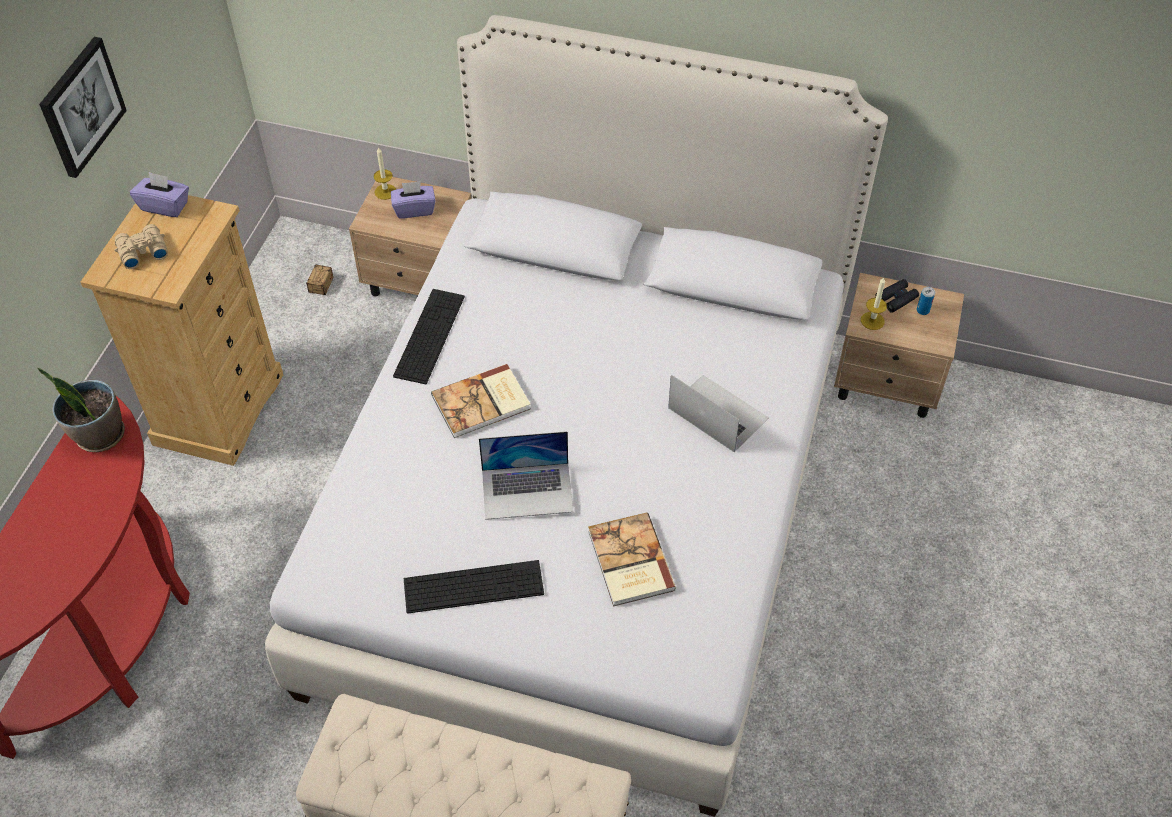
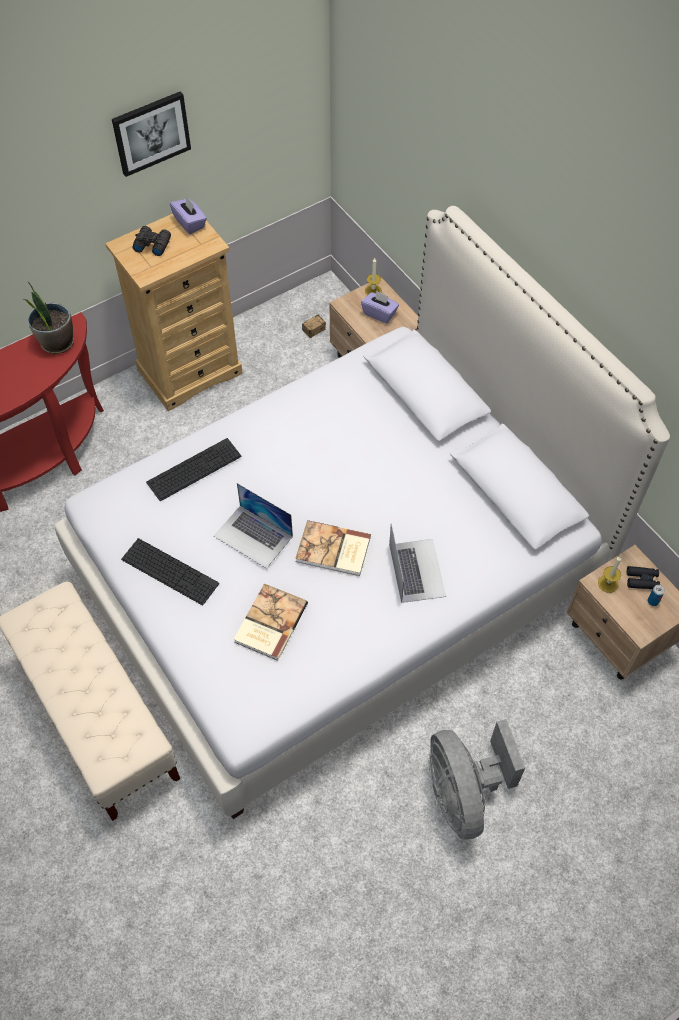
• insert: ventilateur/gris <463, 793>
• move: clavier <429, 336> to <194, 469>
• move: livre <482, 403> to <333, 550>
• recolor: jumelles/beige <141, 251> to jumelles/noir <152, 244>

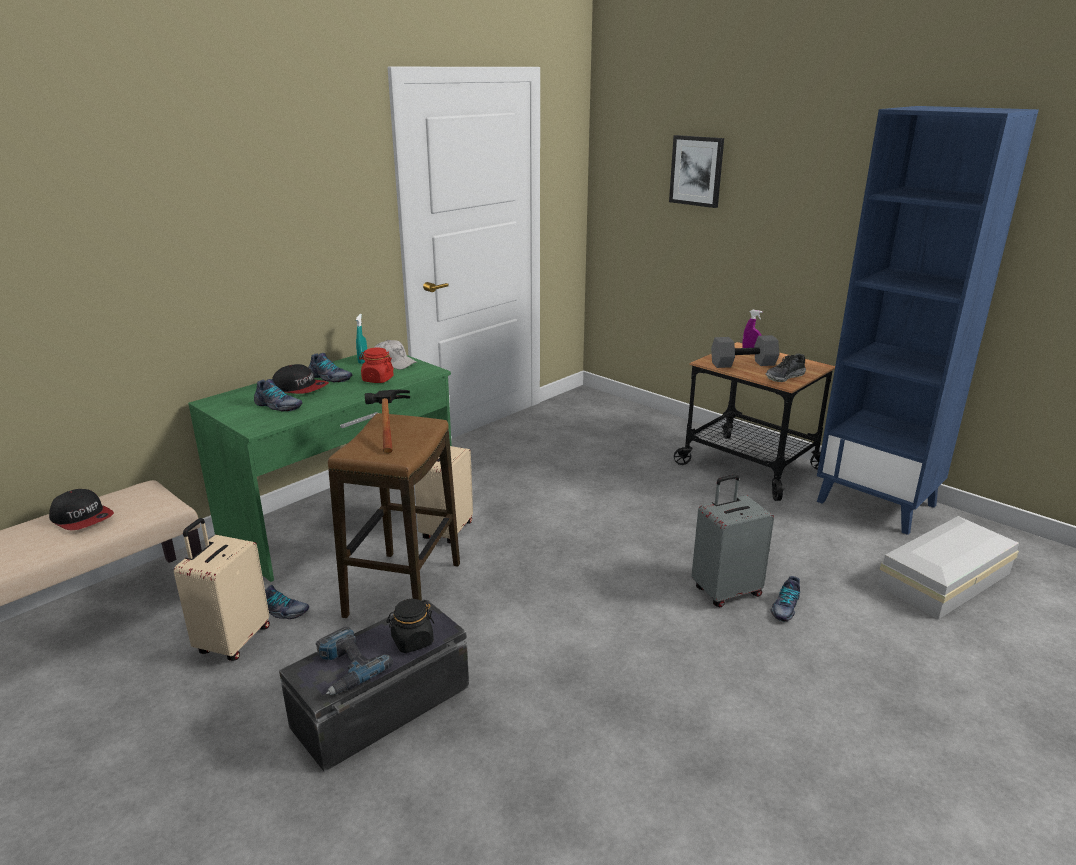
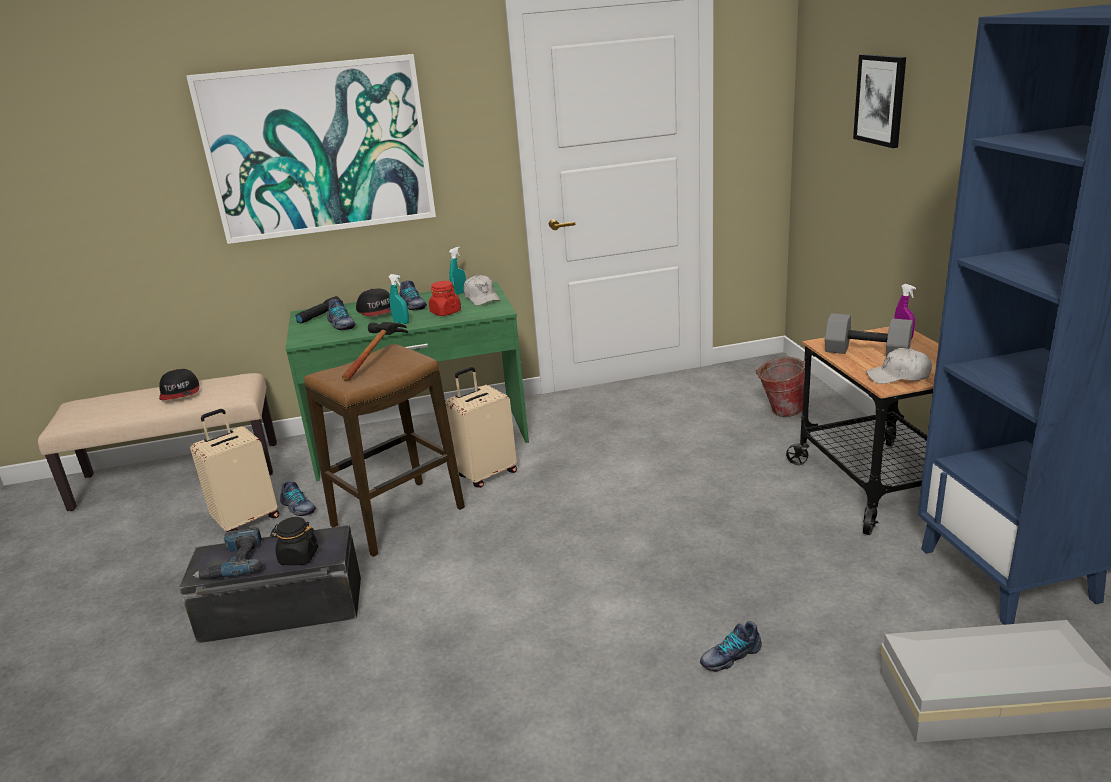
• delete: valise/gris <725, 591>
• insert: tableau <319, 149>
• insert: lampe de poche/noir <320, 315>
• insert: vaporisateur/turquoise <401, 322>
• insert: seau <779, 412>
• replace: chaussure <785, 377> to casquette/blanc <898, 376>

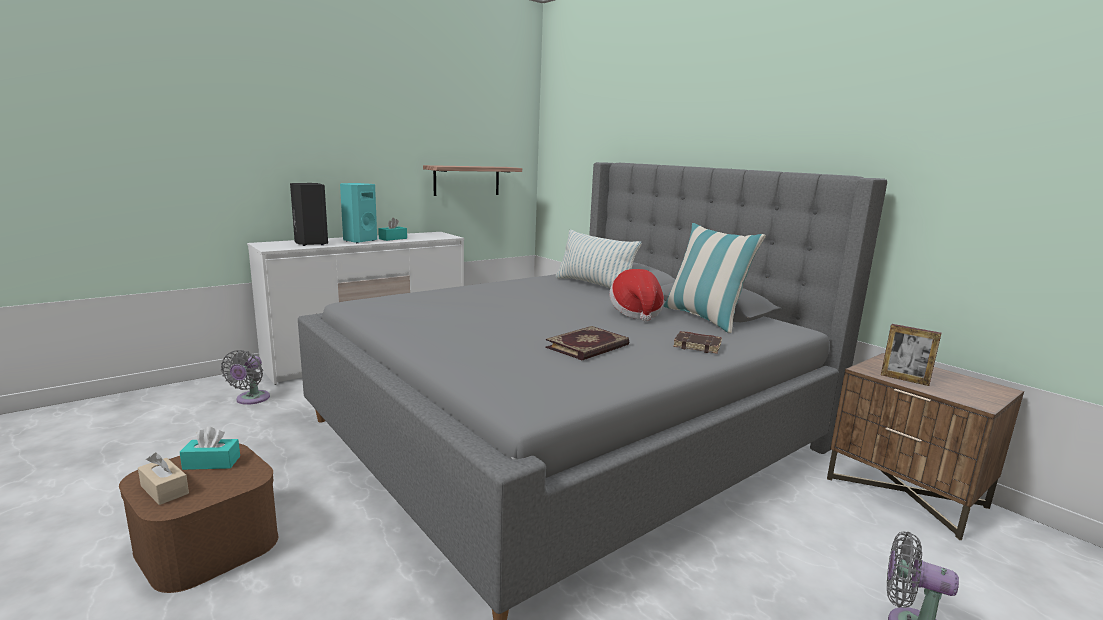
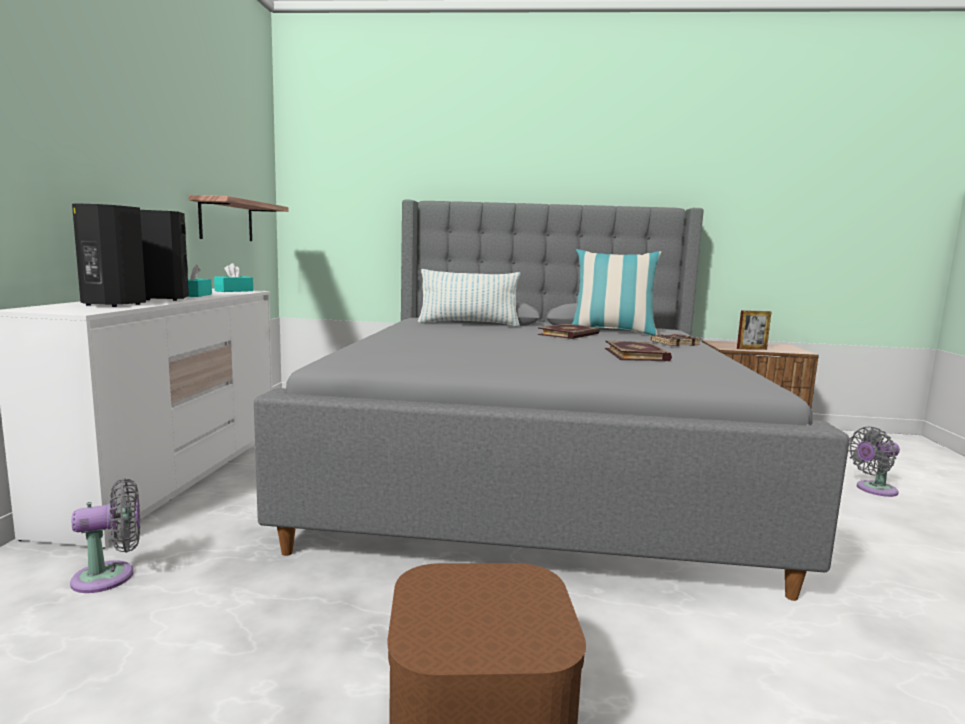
• delete: boîte à mouchoirs/beige <164, 490>
• move: boîte à mouchoirs/turquoise <211, 462> to <234, 291>
• replace: chapeau <635, 313> to livre <569, 334>
• recolor: enceinte/turquoise <359, 241> to enceinte/noir <164, 299>
• rotate: ventilateur/gris <251, 399> = <110, 576> 75 degrees counterclockwise

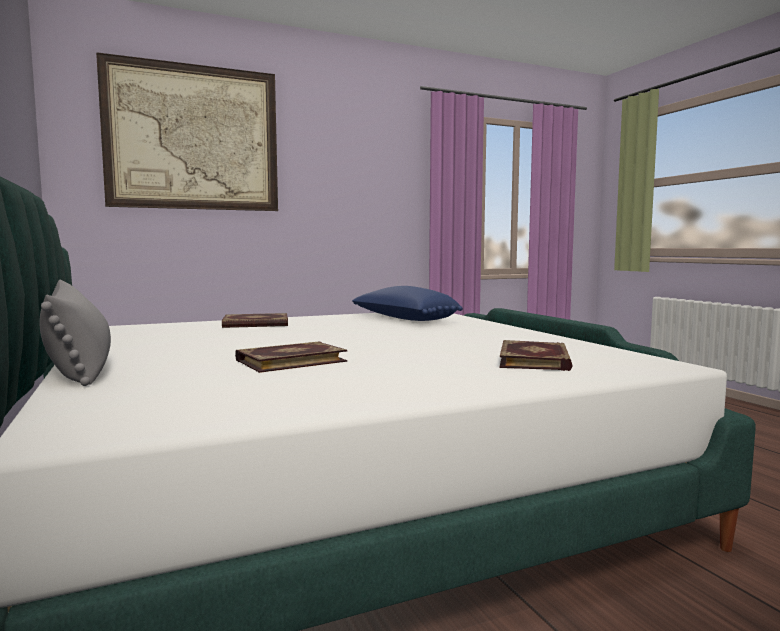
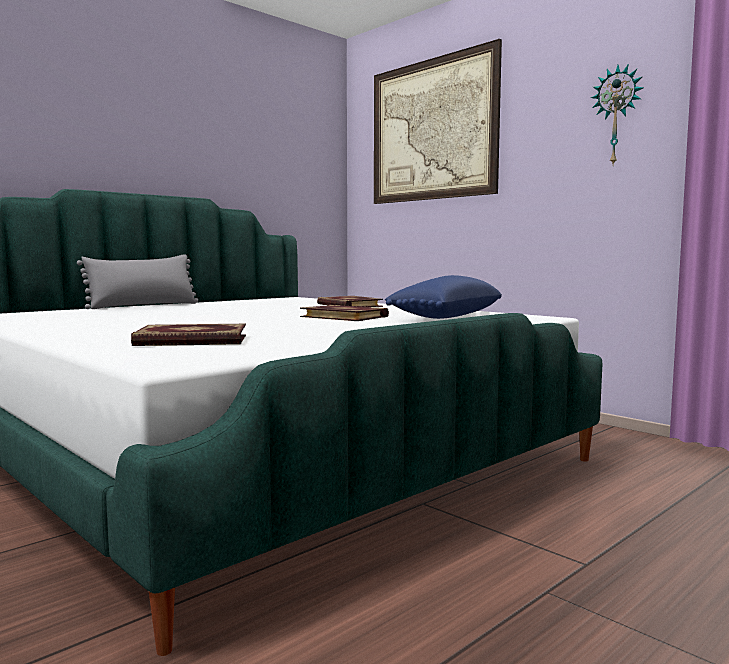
• insert: horloge murale <617, 116>
• move: livre <290, 360> to <345, 316>

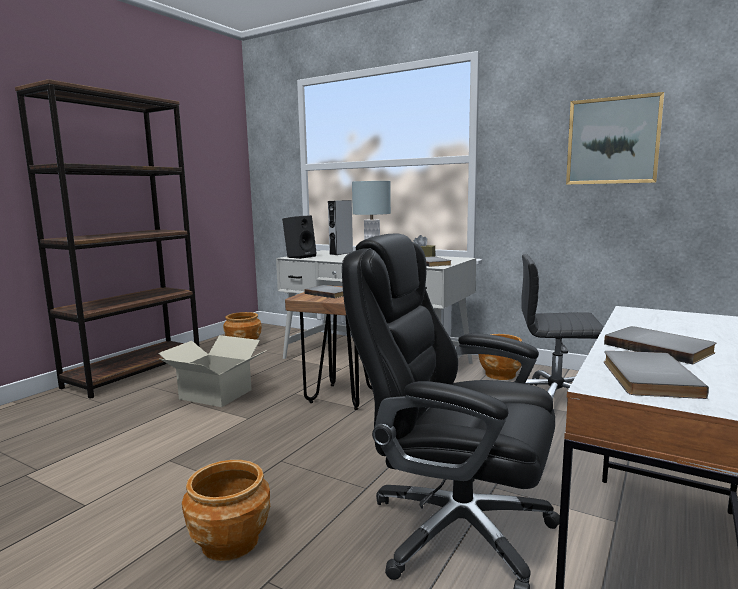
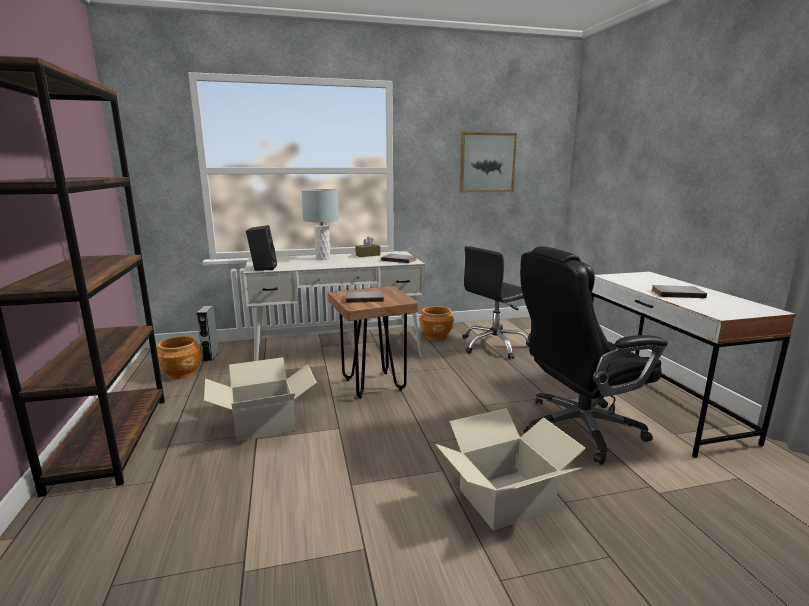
• delete: livre/gris <645, 377>
• move: enceinte/gris <341, 253> to <210, 356>
• replace: cache-pot/marron <230, 542> to carton <507, 499>

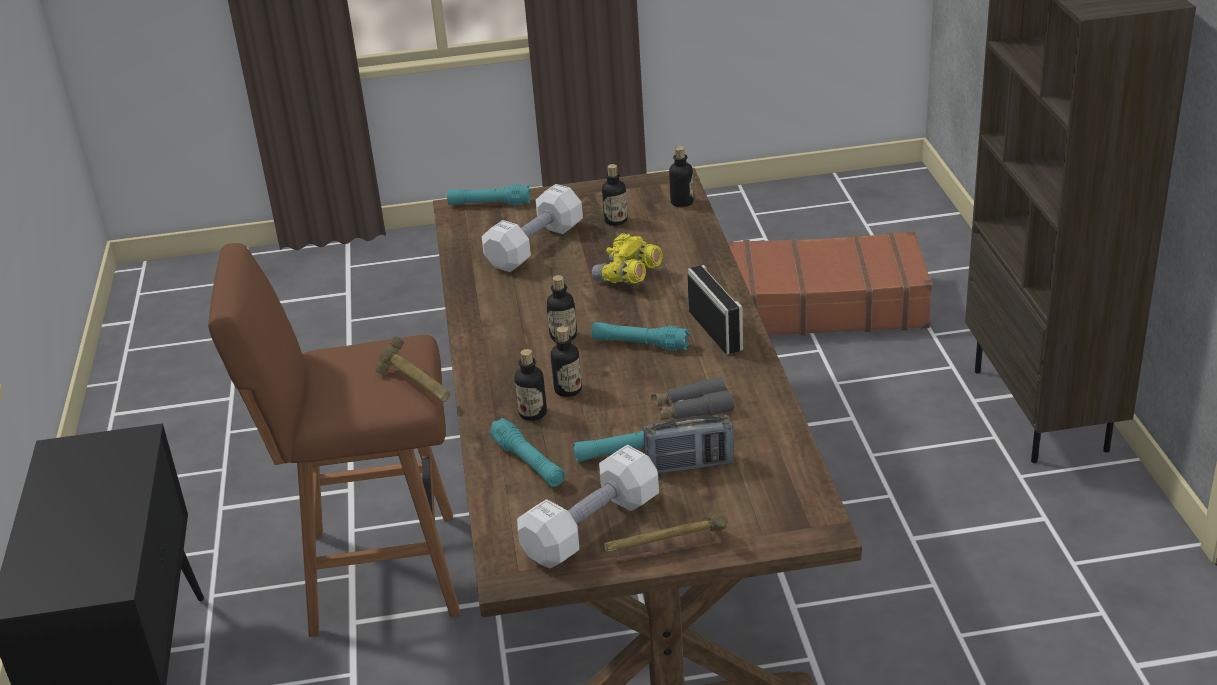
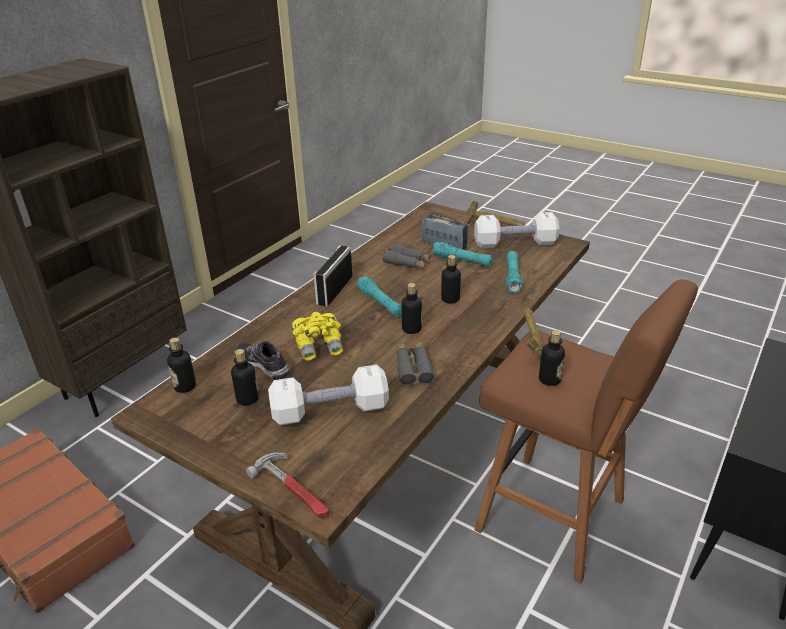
• insert: chaussure <262, 365>
• insert: jumelles/gris <413, 368>
• move: bouteille <533, 413> to <549, 379>
• replace: lampe de poche/turquoise <489, 204> to marteau <294, 489>

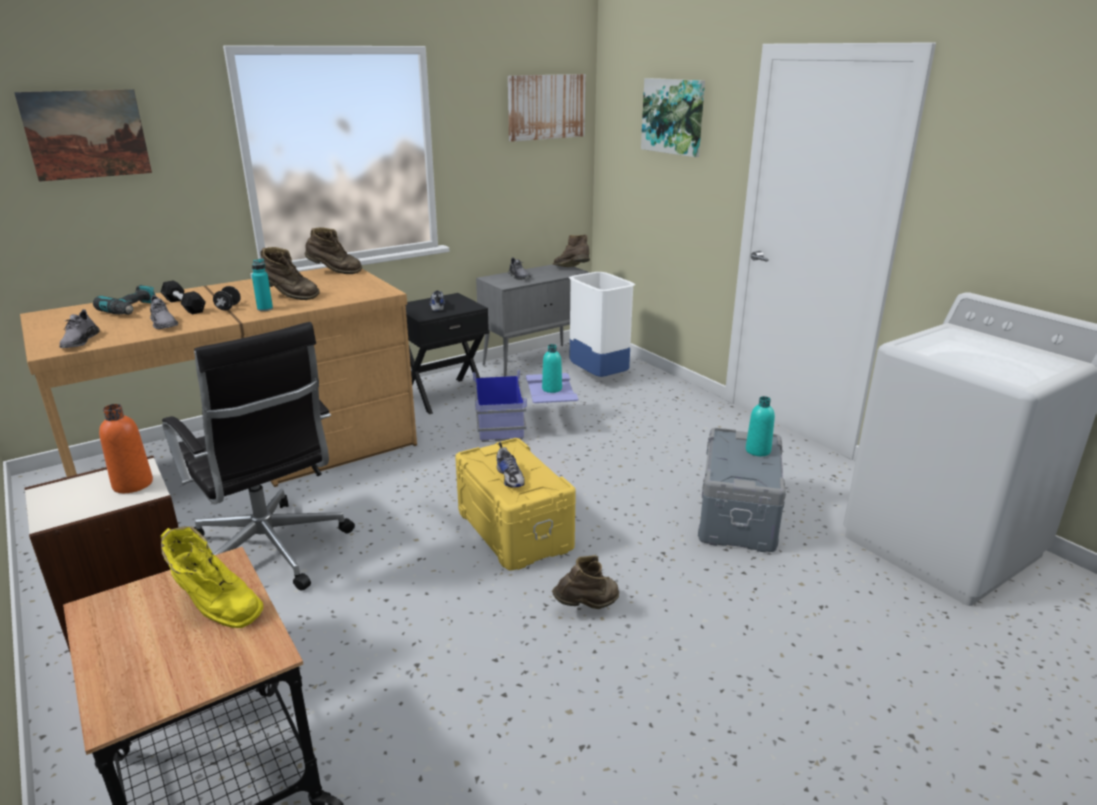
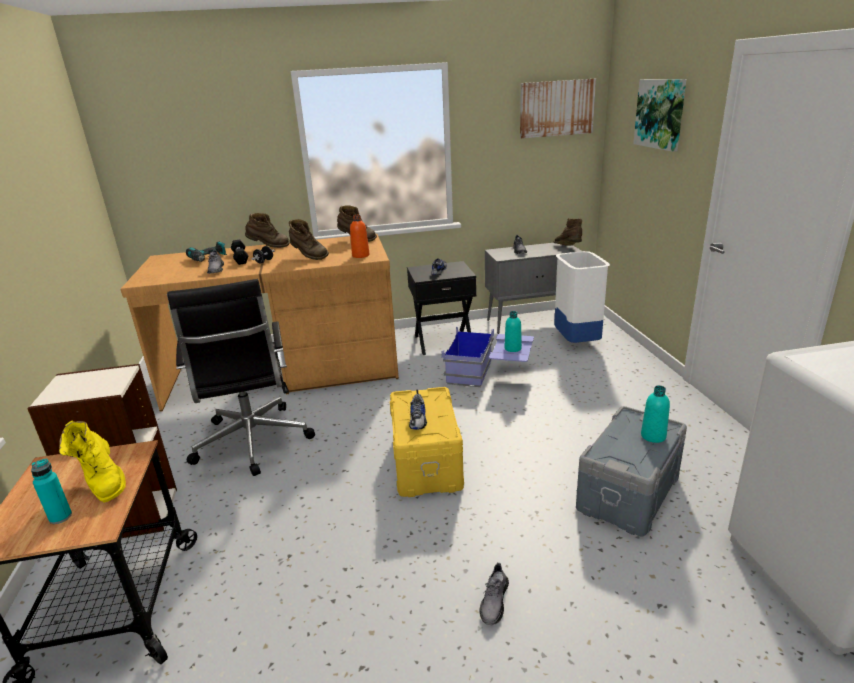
• delete: tableau <86, 134>
• move: chaussure/gris <79, 341> to <494, 601>
• move: bouteille/orange <133, 484> to <360, 255>
• move: bouteille/turquoise <265, 309> to <60, 517>
• move: botte/marron <587, 606> to <268, 247>

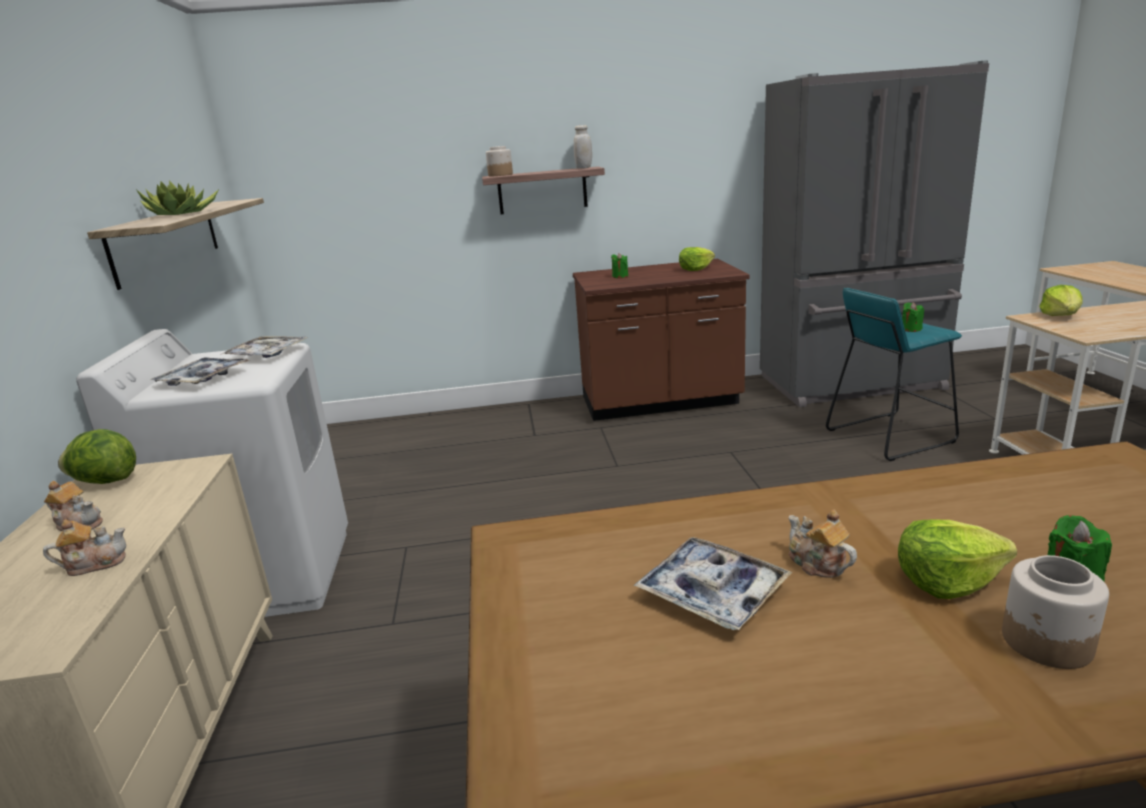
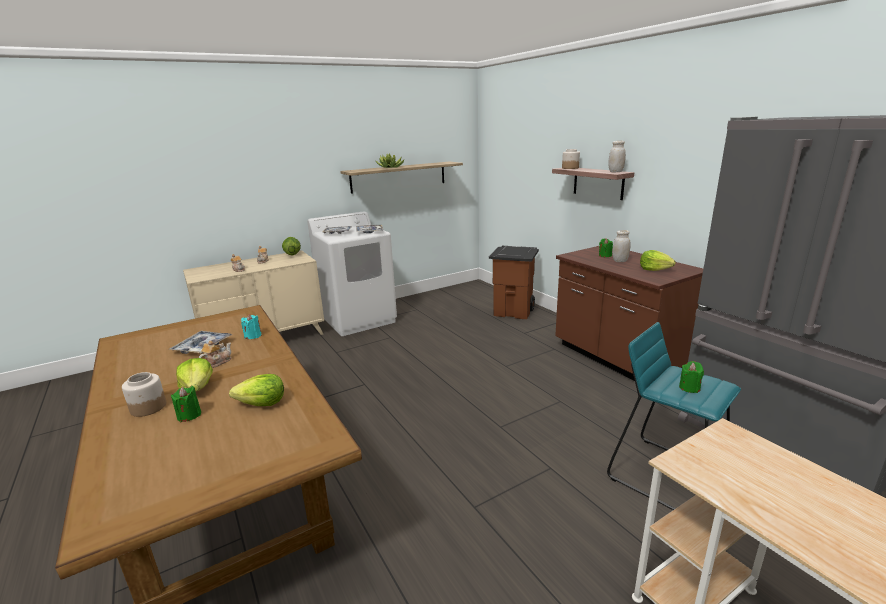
• insert: bougie/turquoise <253, 336>
• insert: poubelle/marron <514, 312>
• insert: bocal/blanc <620, 261>
• move: laitue <1061, 316> to <262, 403>

